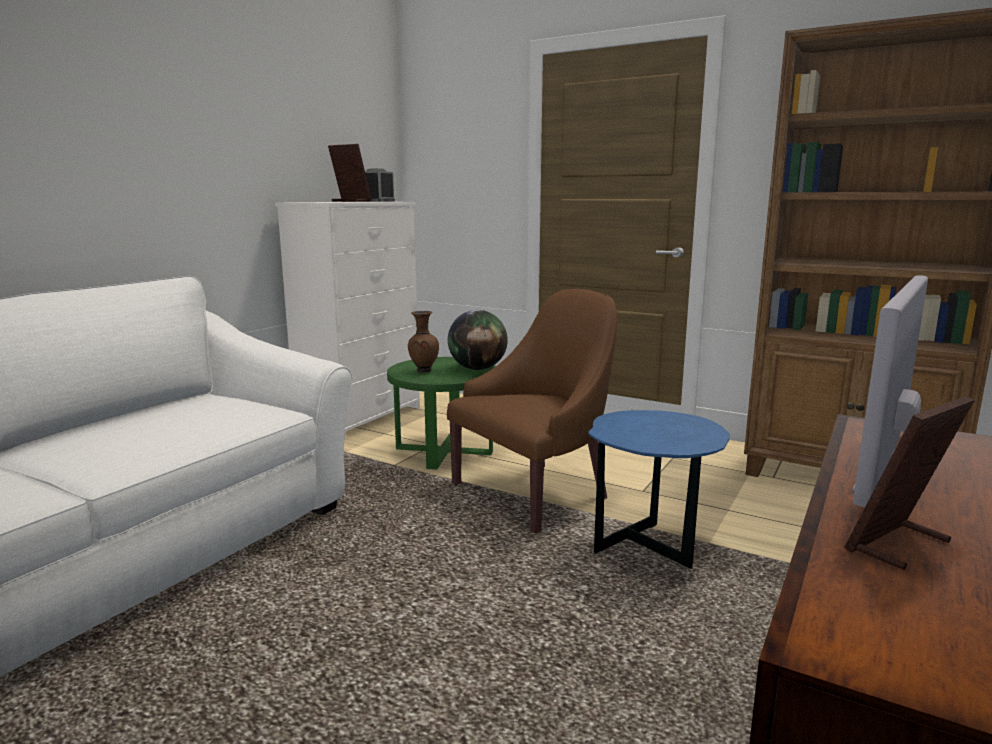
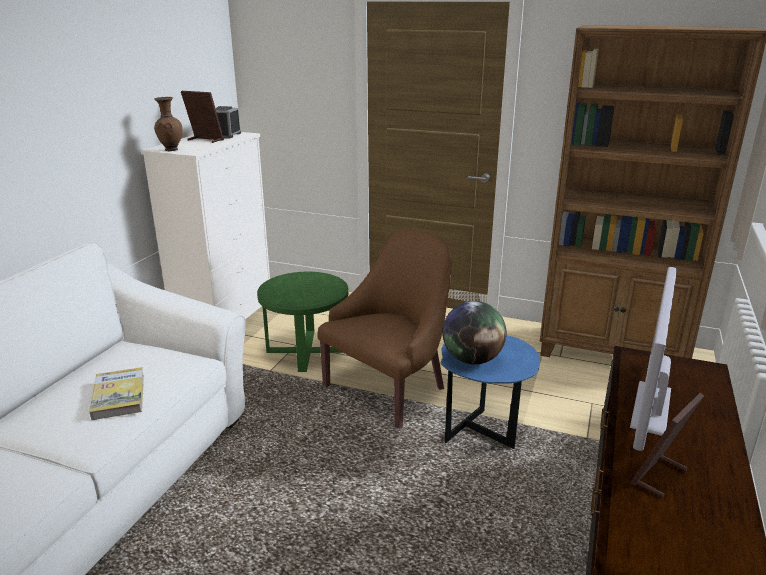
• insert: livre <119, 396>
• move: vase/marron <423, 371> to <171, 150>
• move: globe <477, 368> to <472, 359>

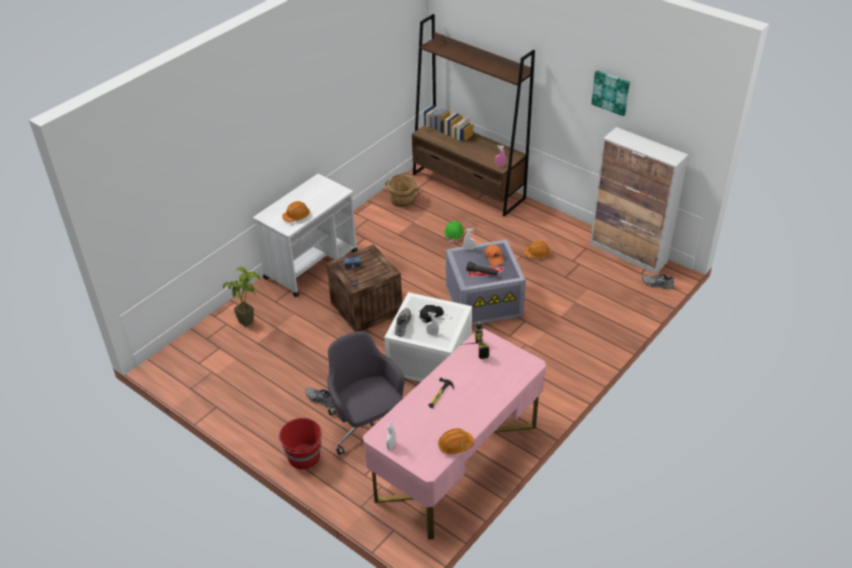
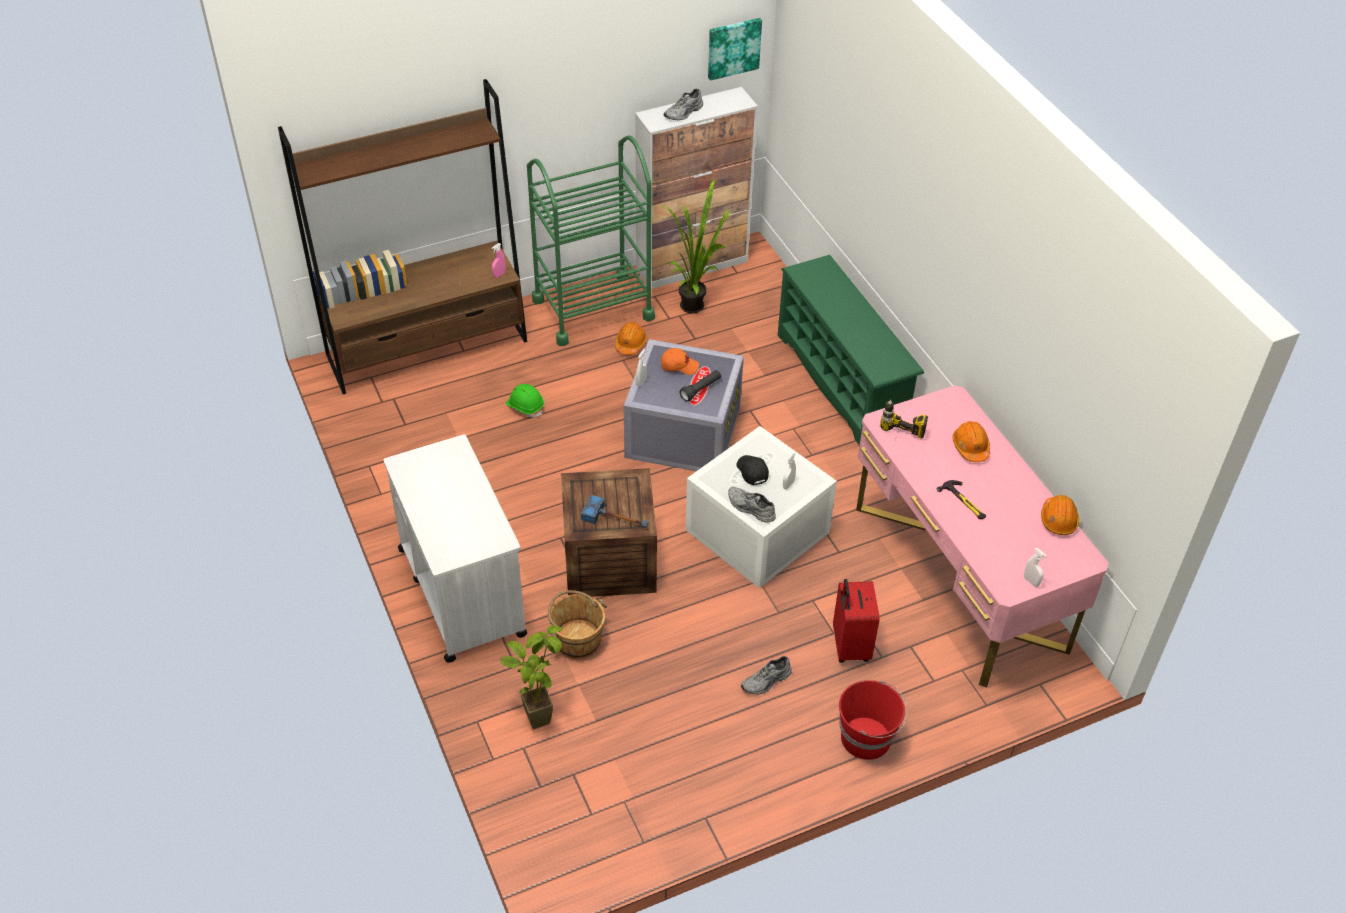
• insert: chariot/vert <593, 309>
• insert: plante en pot <696, 304>
• insert: étagère à chaussures/vert <842, 383>
• move: casque de chantier/orange <296, 216> to <970, 447>
• move: seau/marron <403, 200> to <577, 639>
• move: tableau <611, 92> to <733, 47>
• move: chaussure/gris <657, 284> to <684, 113>
• replace: chaise de bureau/gris <367, 427> to valise/rouge <849, 646>

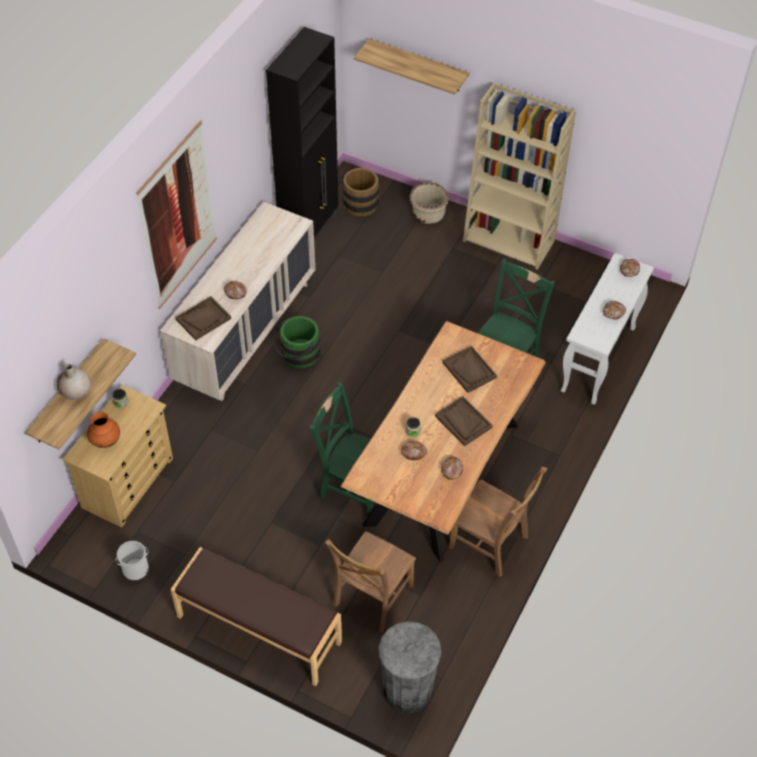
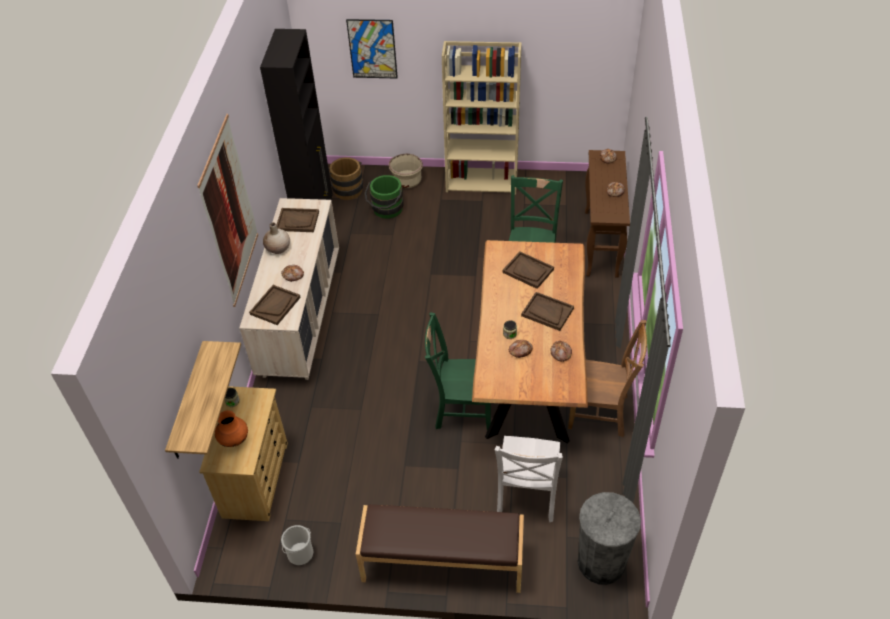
• insert: plateau/marron <297, 221>
• move: vase/beige <76, 391> to <278, 248>
• move: seau/vert <297, 356> to <386, 210>
• replace: étagère <418, 66> to tableau <372, 49>
• recolor: chaise/marron <371, 598> to chaise/blanc <526, 496>
• recolor: table console/blanc <598, 360> to table console/marron <601, 244>

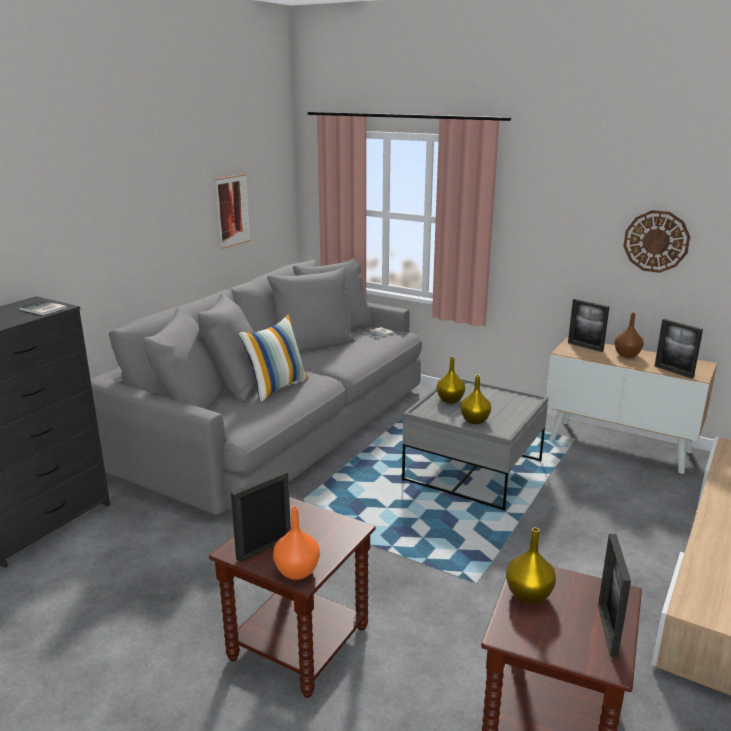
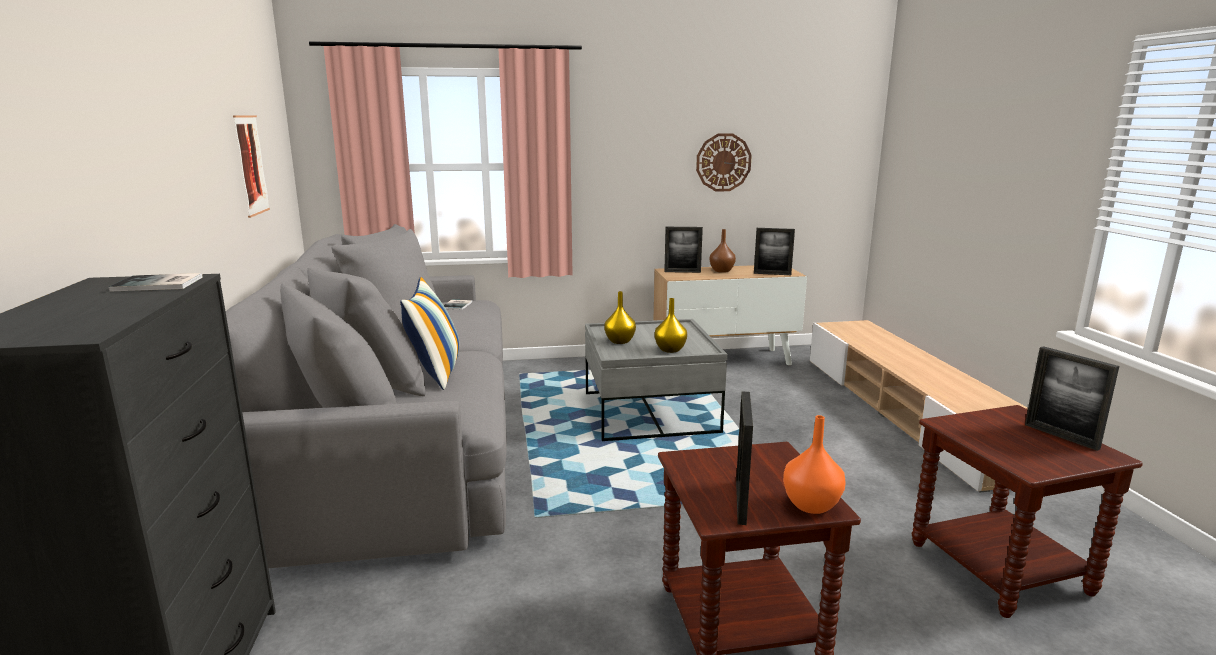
• delete: vase/jaune <527, 595>

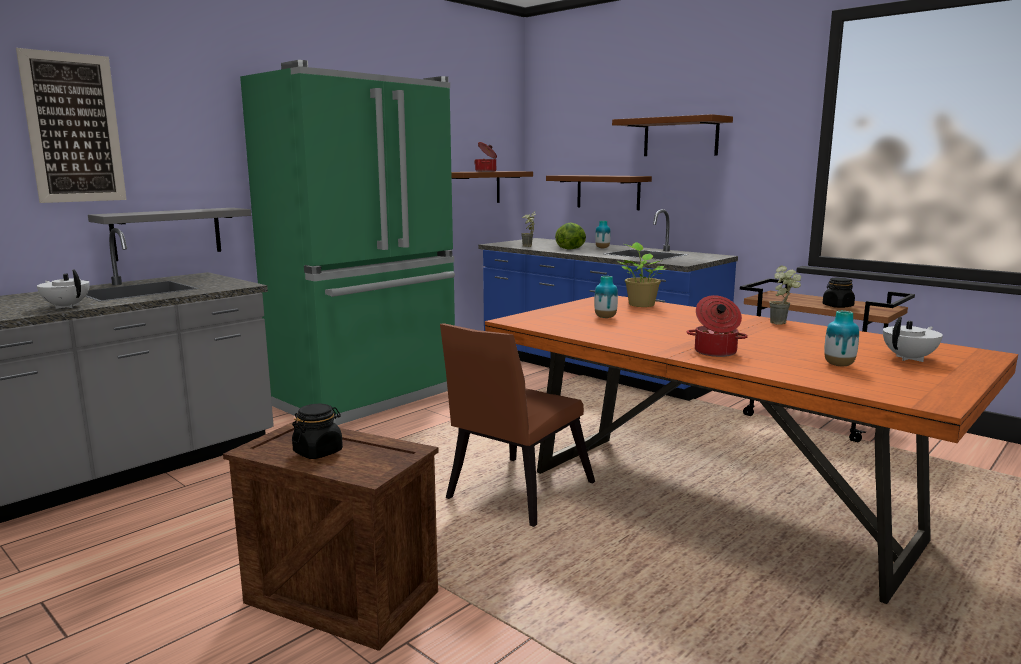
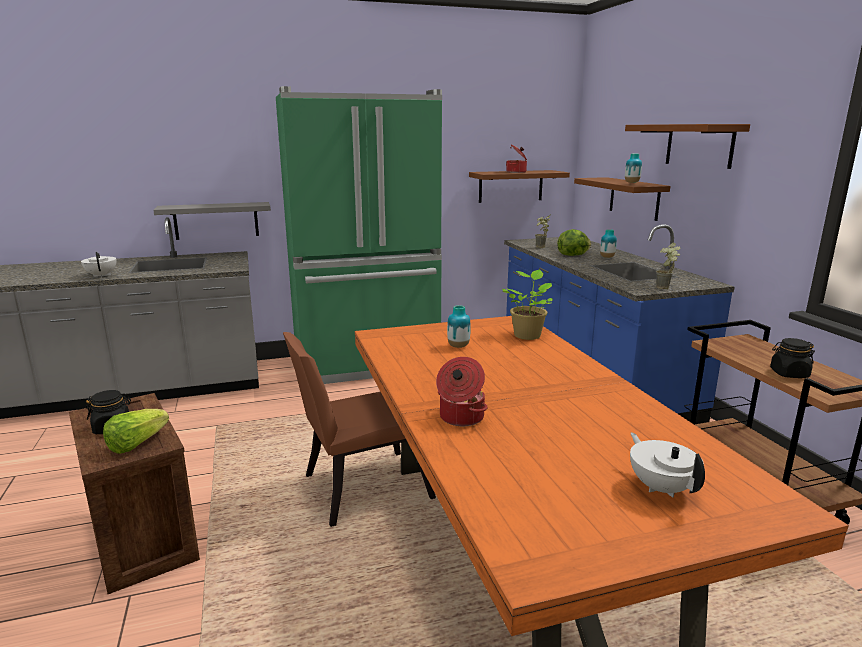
• delete: tableau <74, 128>
• insert: laitue <136, 444>
• move: plante en pot <783, 323> to <666, 289>
• move: vase <839, 365> to <631, 183>
• rotate: théière/blanc <909, 358> = <661, 487> 105 degrees counterclockwise

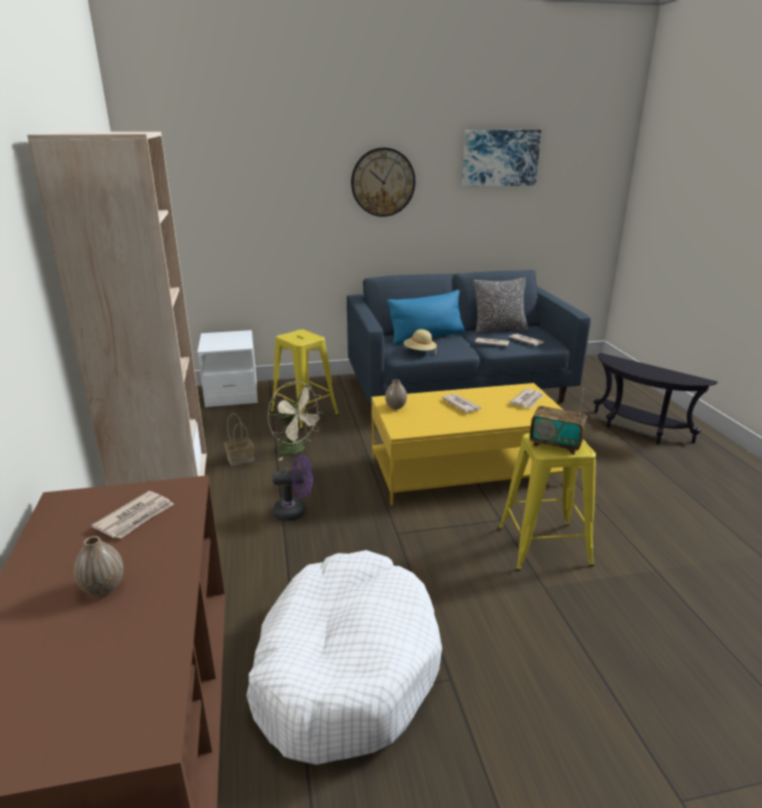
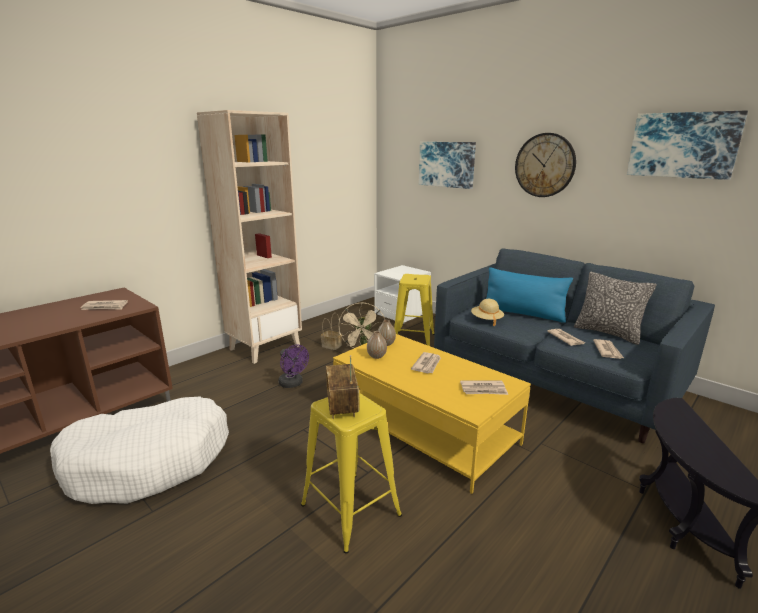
• insert: tableau <447, 164>
• move: vase <103, 587> to <376, 356>

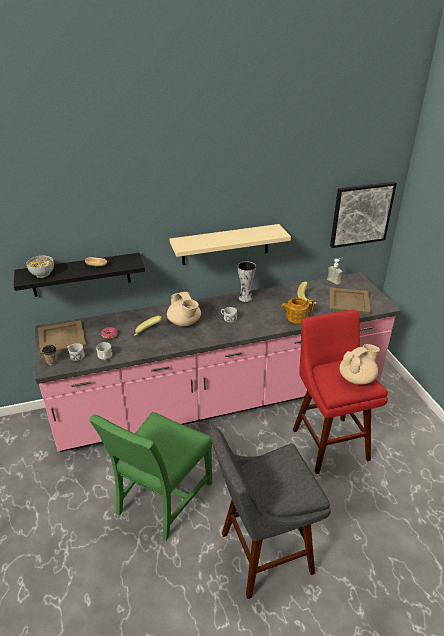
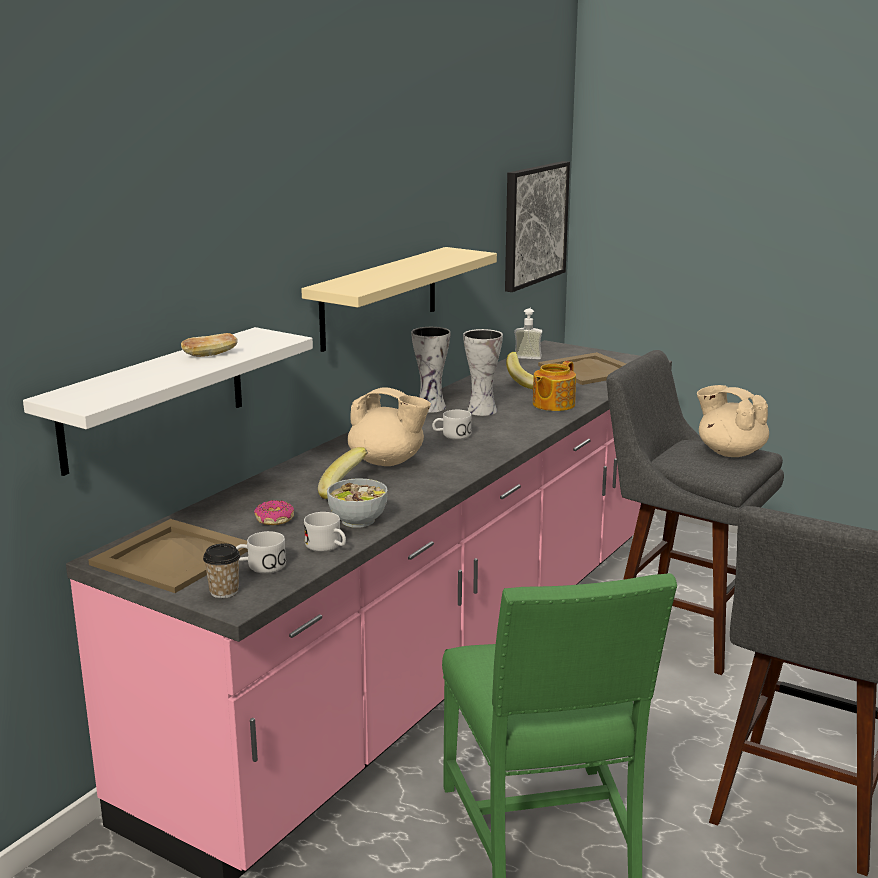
• insert: vase <480, 410>
• move: bol <42, 274> to <358, 520>
• recolor: étagère/noir <81, 275> to étagère/blanc <154, 399>
• recolor: tabouret/rouge <328, 441> to tabouret/gris <678, 629>
• rotate: théière/beige <357, 378> = <730, 452> 60 degrees counterclockwise

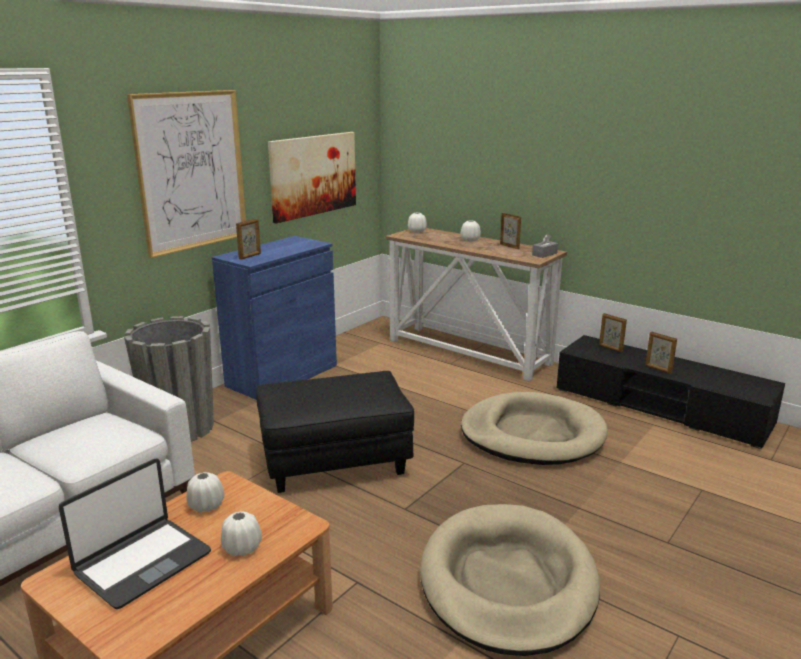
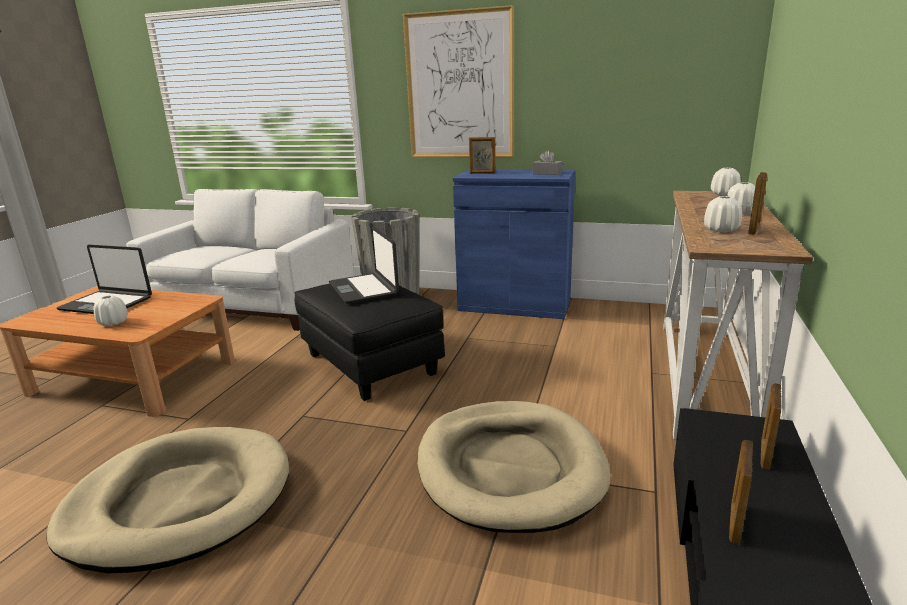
• delete: tableau <313, 175>
• insert: ordinateur portable <364, 289>
• move: vase/blanc <206, 506> to <720, 230>
• move: boîte à mouchoirs/gris <544, 254> to <547, 173>

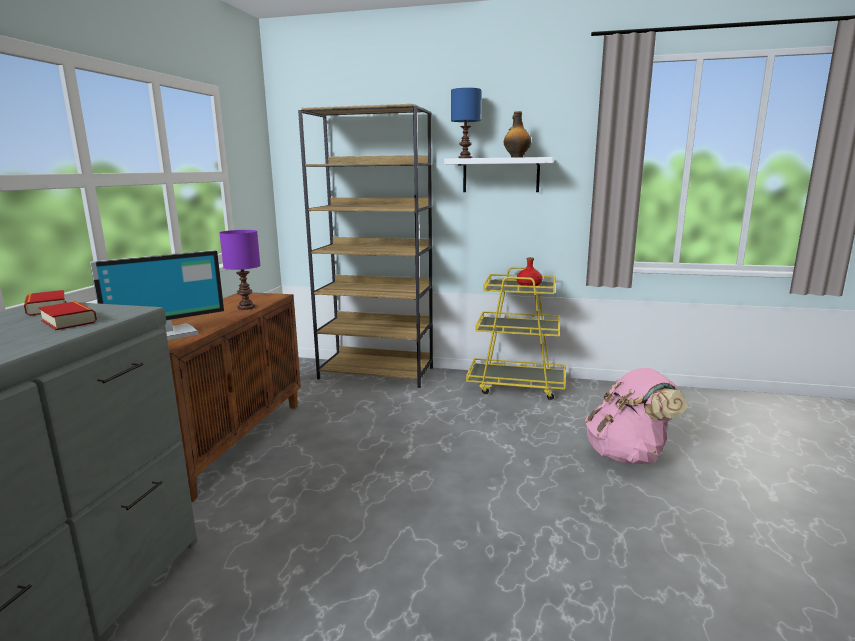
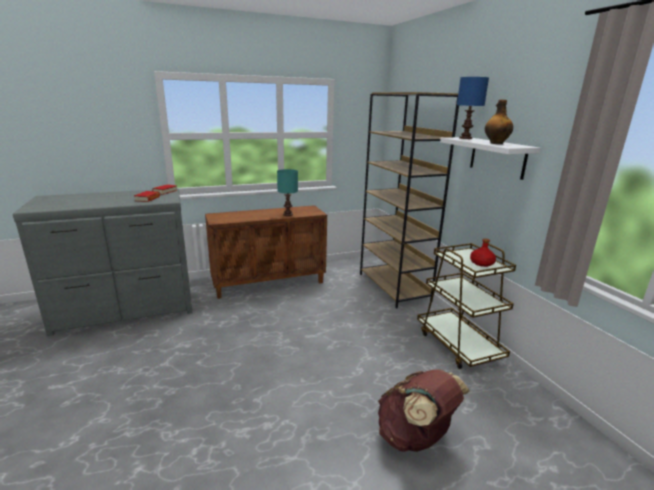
• delete: écran d'ordinateur <168, 334>
• recolor: lampe de table/violet <246, 307> to lampe de table/turquoise <288, 214>
• recolor: chariot/jaune <516, 386> to chariot/marron <458, 344>
• recolor: sac à dos/rose <628, 455> to sac à dos/marron <415, 437>

